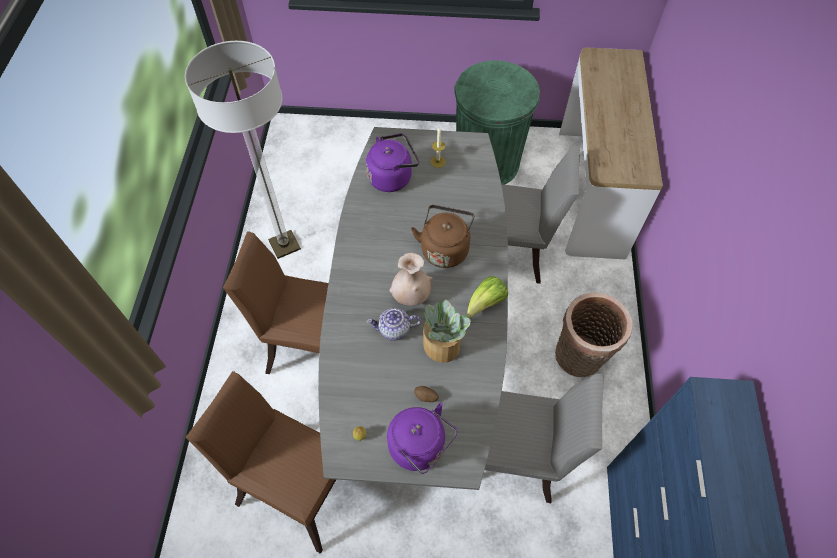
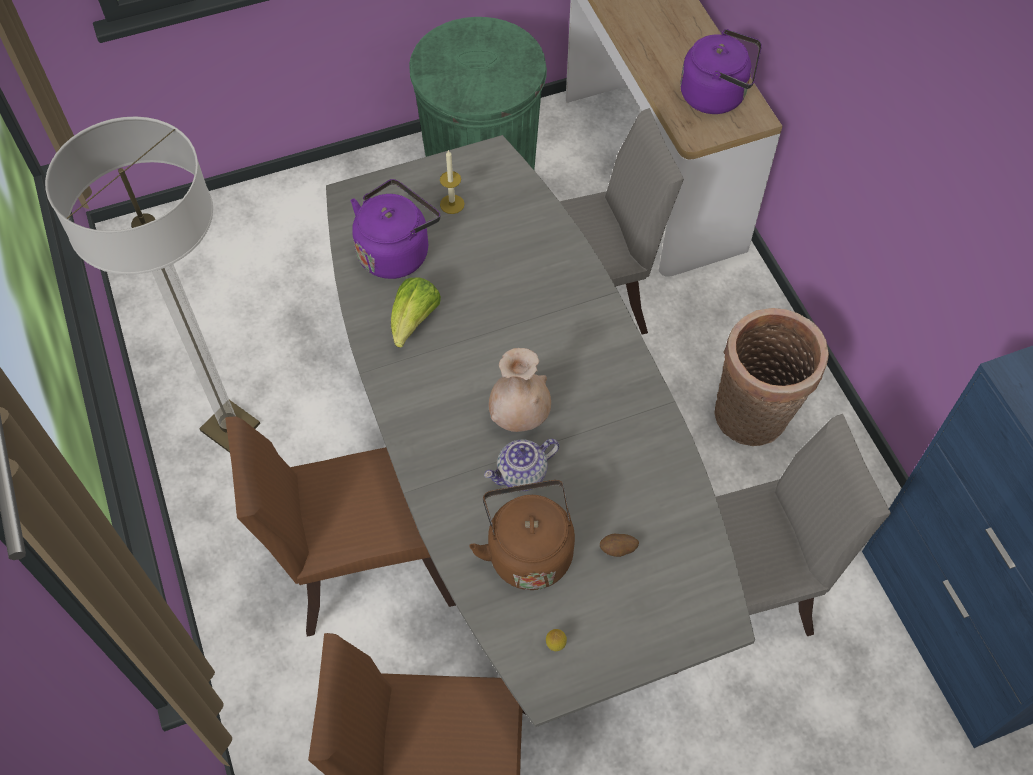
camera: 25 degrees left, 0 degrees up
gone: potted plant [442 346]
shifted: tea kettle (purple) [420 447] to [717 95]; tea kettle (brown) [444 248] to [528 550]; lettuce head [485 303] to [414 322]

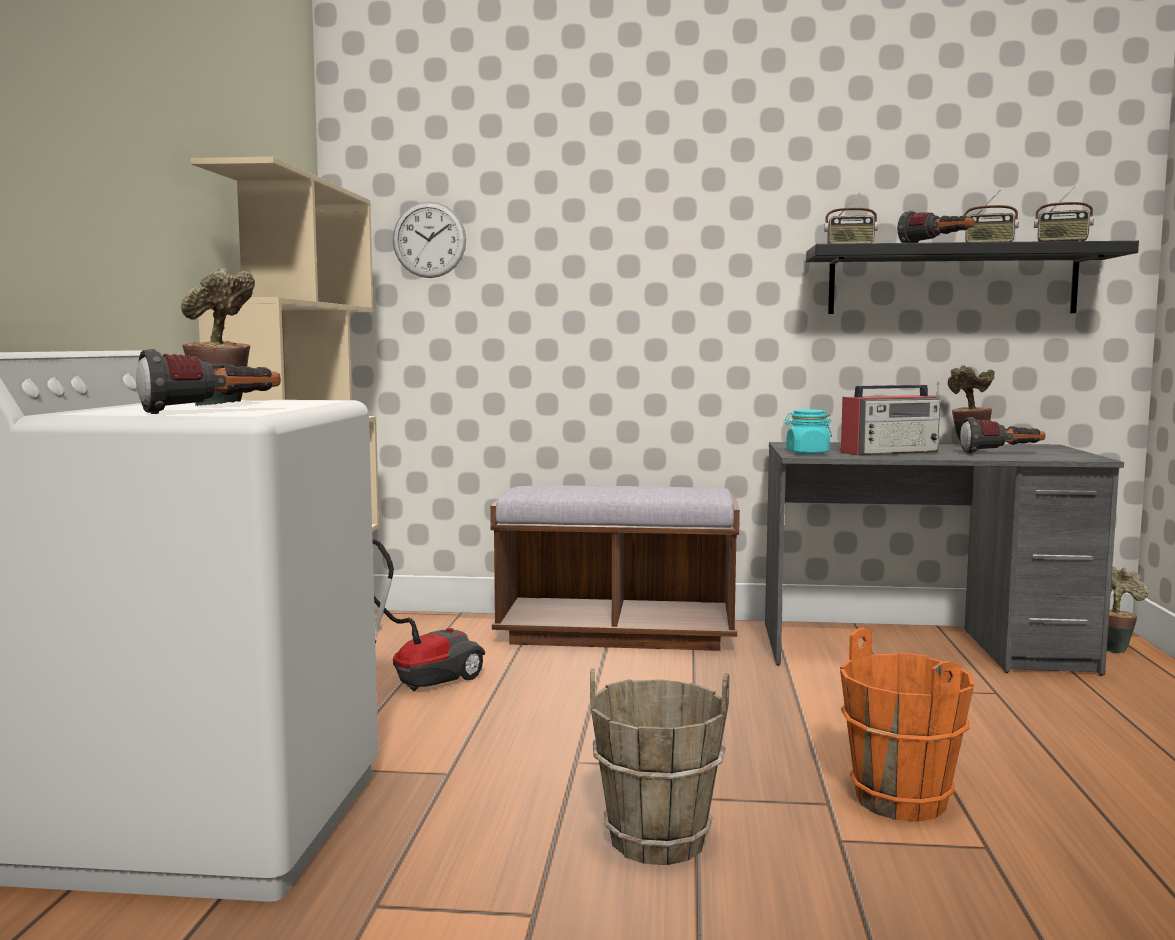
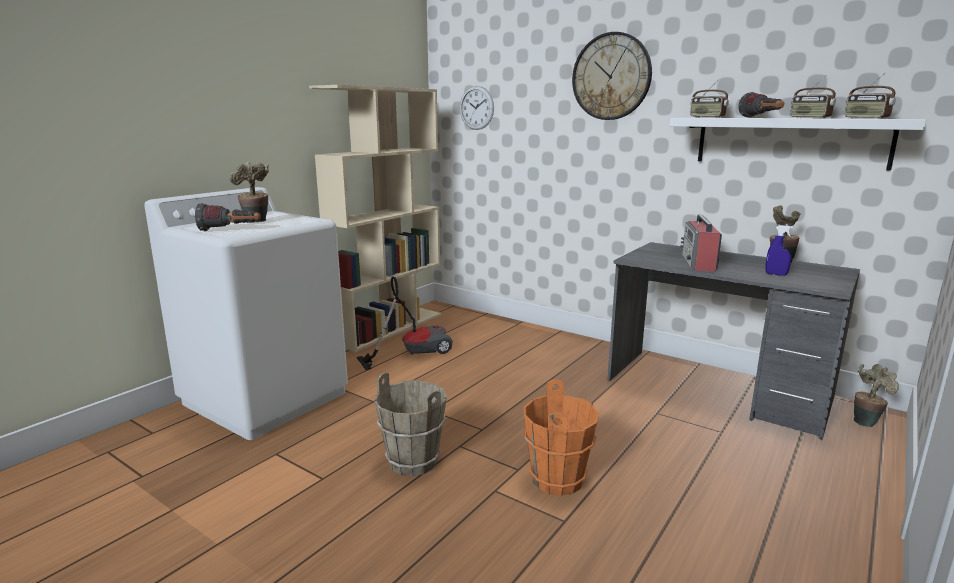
camera: 30 degrees right, 10 degrees up
gone: indoor bench (brown) [617 633]; storage jar (turquoise-coloured) [807 453]
new: hanging clock [611 77]
swapped: torch [1002 453] to hand sprayer (bluish) [776 274]
repainted: wall shelf (black) [951 281] to wall shelf (whitish) [790 142]
rotated: radio receiver [891 452] = [698 263] 90 degrees clockwise

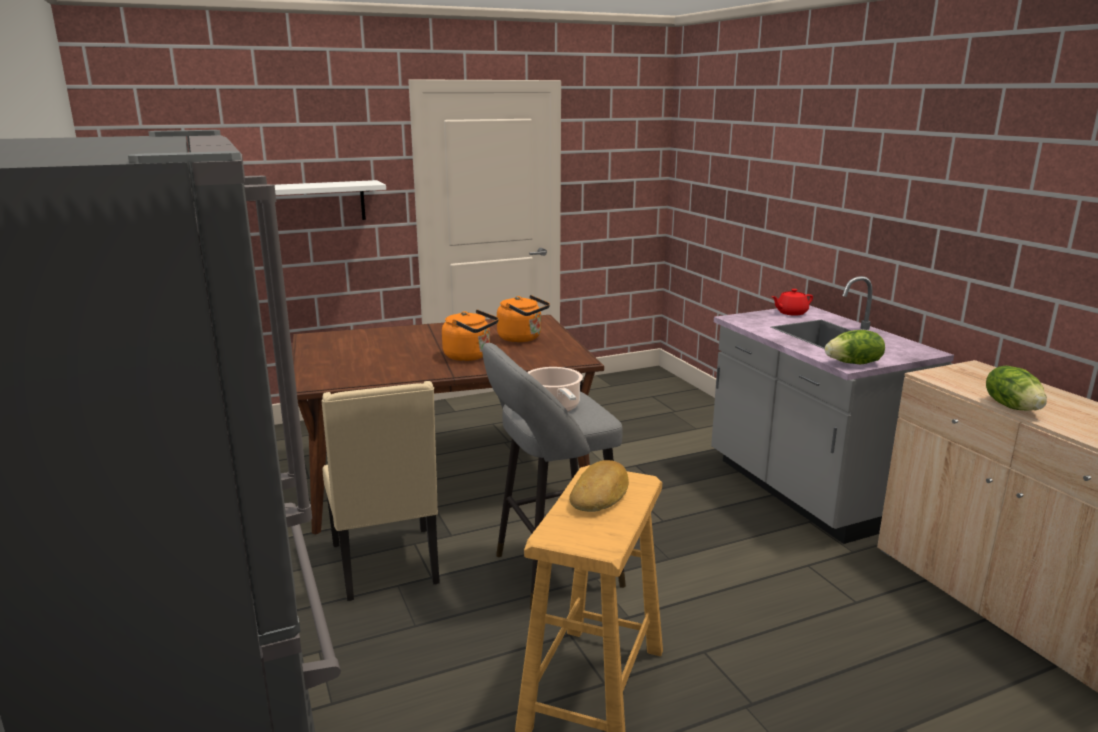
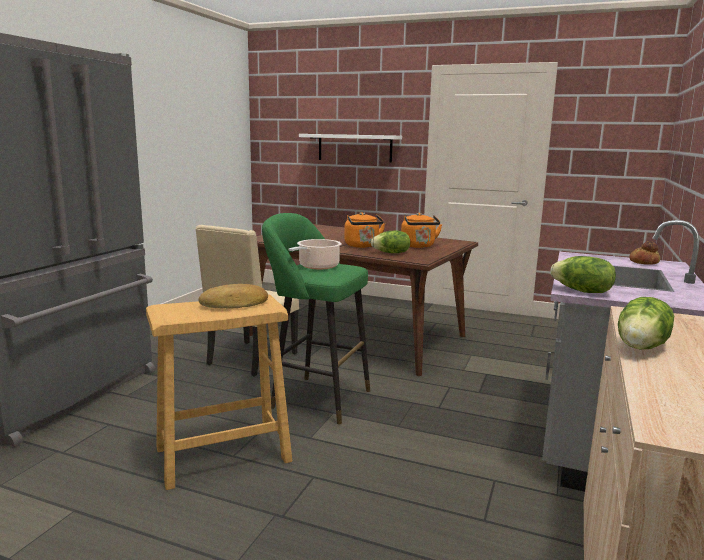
camera: 45 degrees right, 5 degrees down
new: lettuce head [391 253]
swapped: teapot (red-coloured) [791 313] to bakery bread [643 262]
repainted: stool (grey) [551 572] to stool (greenish) [316 398]

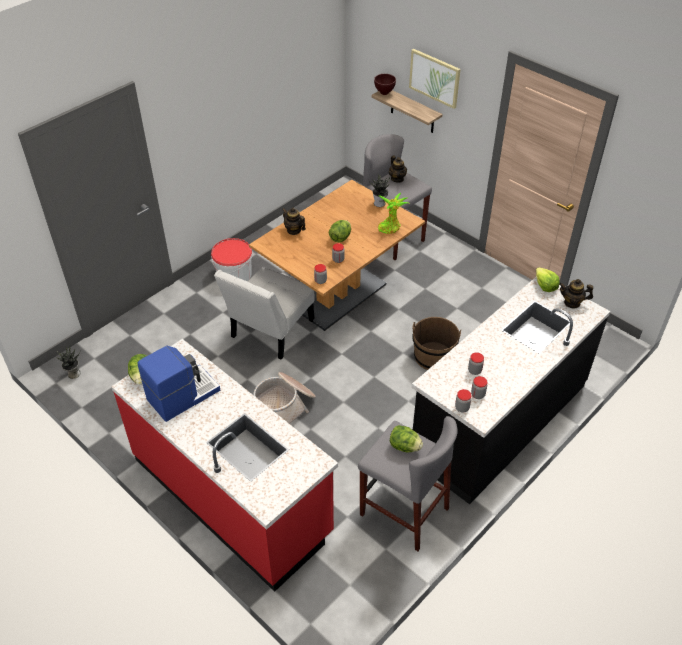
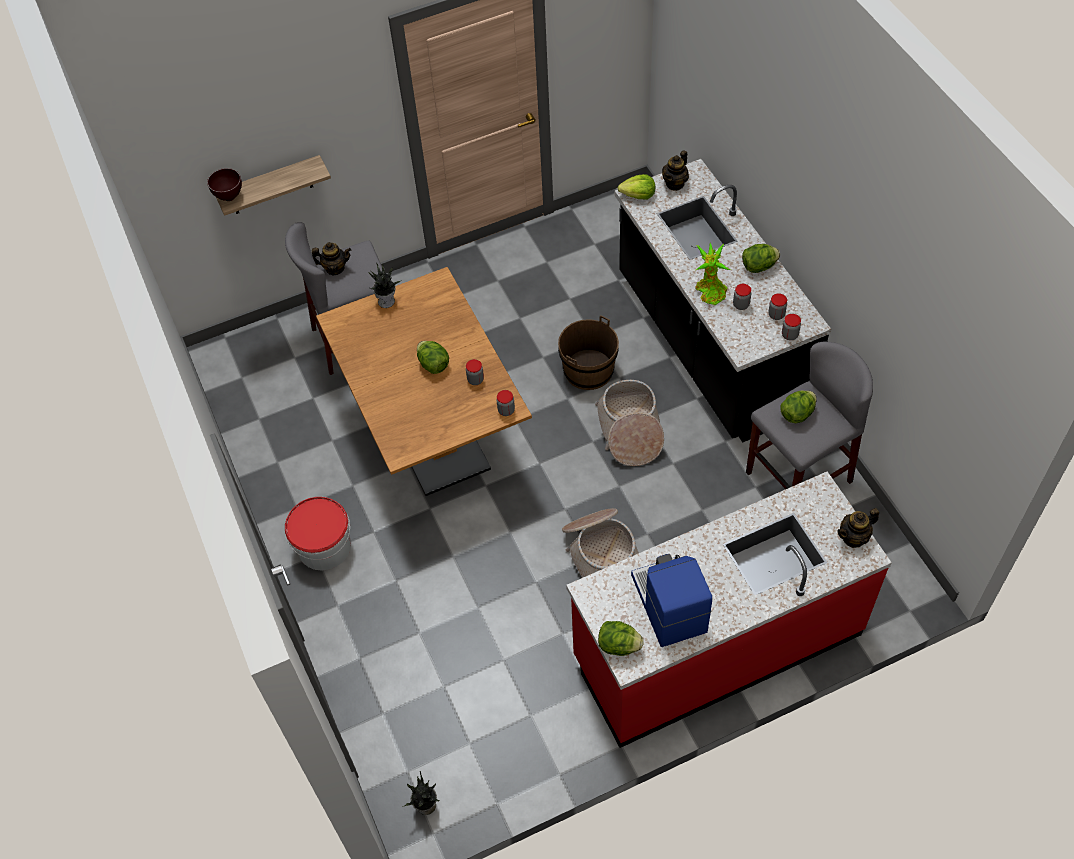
camera: 65 degrees left, 10 degrees up
gone: upright chair (whitish) [270 332]; picture [435 78]
new: basket [630 431]; lettuce head [758 266]
shifted: teapot [294 230] to [854 537]; potted plant [390 227] to [709 291]

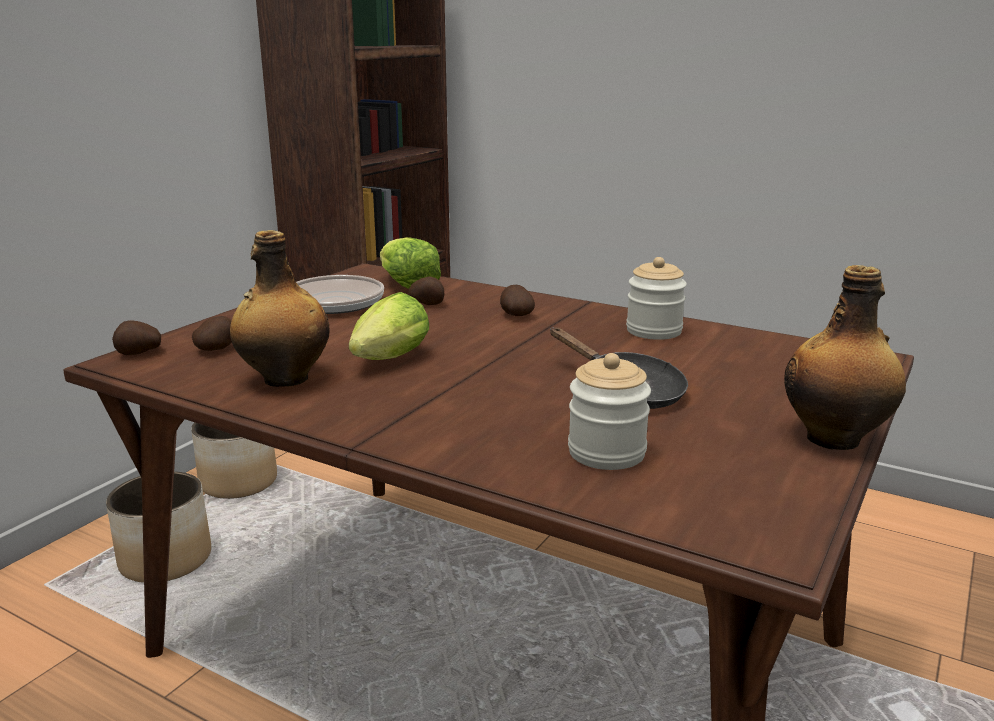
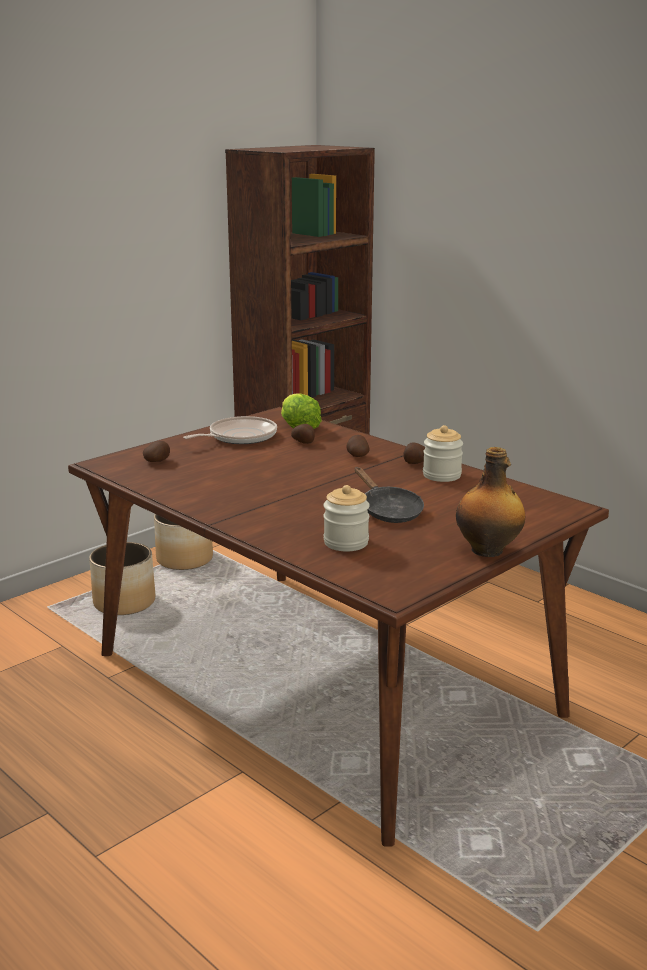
camera: 15 degrees right, 0 degrees up
gone: beverage bottle [284 379]; lettuce head [387 361]
shifted: whole potato [139 353] to [416 463]

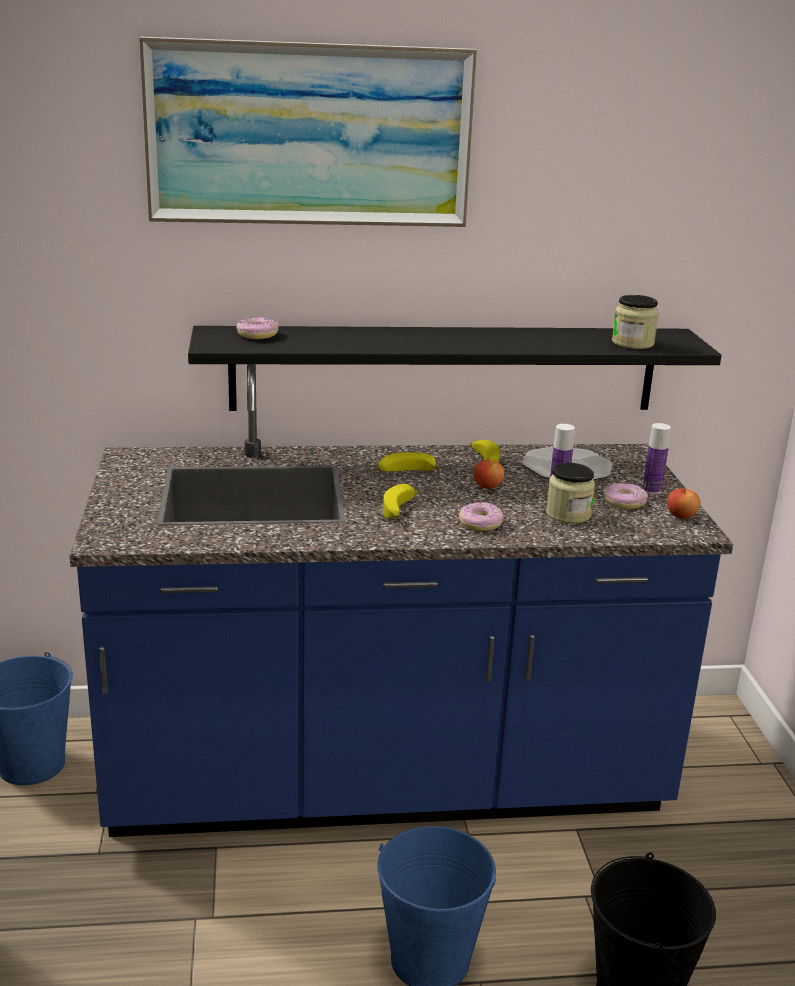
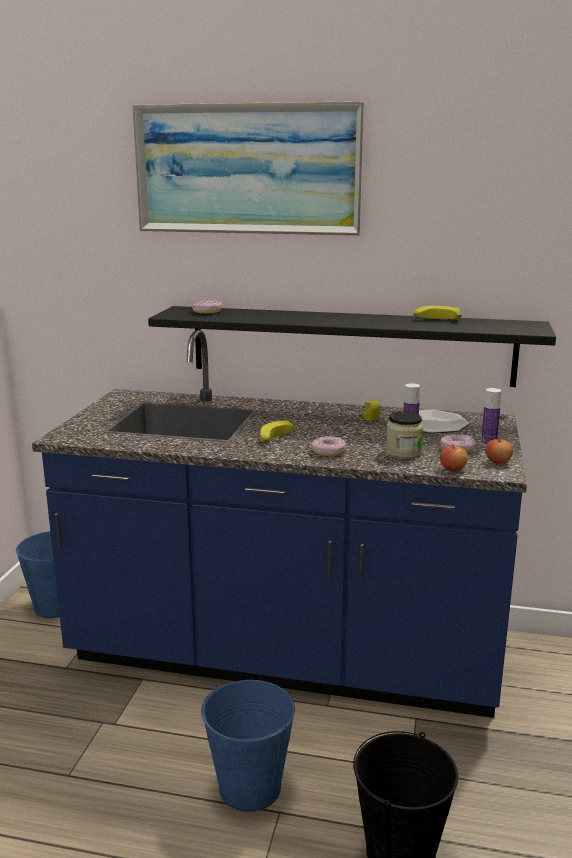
camera: 20 degrees right, 5 degrees down
gone: storage jar [632 343]
shifted: banana [405 472] to [435 320]; apple fruit [487 486] to [452 469]

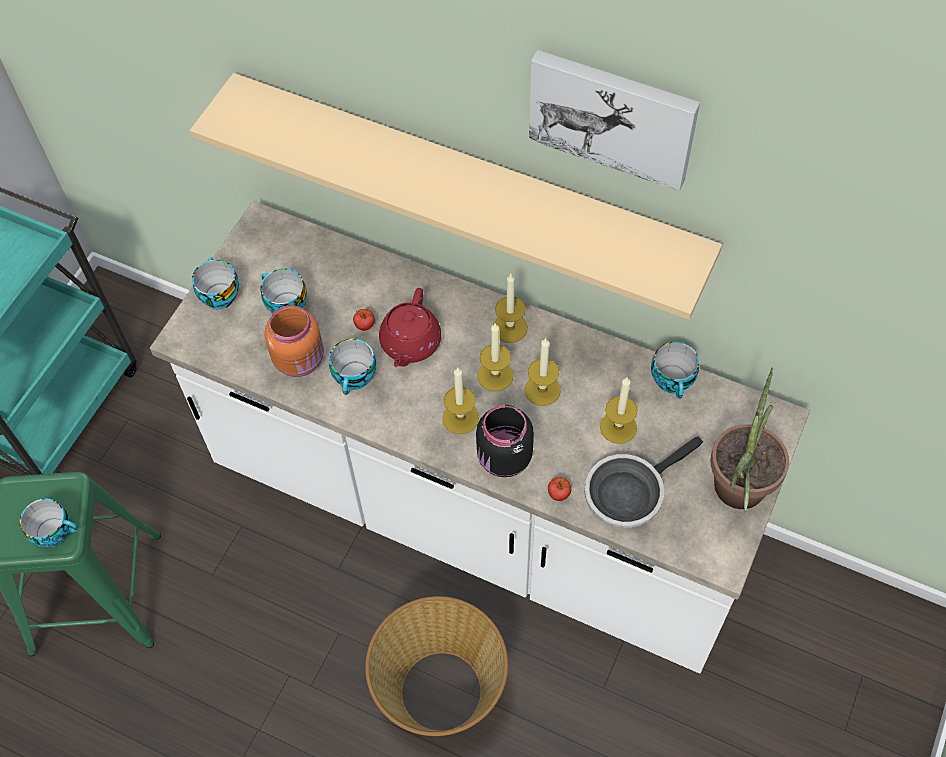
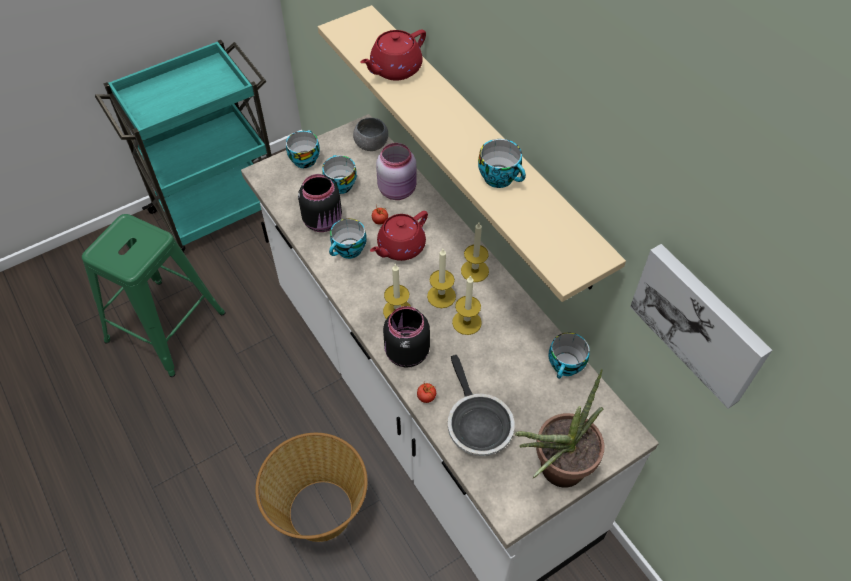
camera: 30 degrees right, 5 degrees down
gone: candle [618 427]
new: deep dish (grey) [371 145]; teapot (red-coloured) [395 69]; storage jar (pink-coloured) [398 190]
shifted: drinking cup [55 531] to [501 177]; picture [613 116] to [700 323]
repainted: storage jar (orange-coloured) [301 359] to storage jar (black) [324 221]
rotated: skillet [628 492] = [477 424] 105 degrees counterclockwise

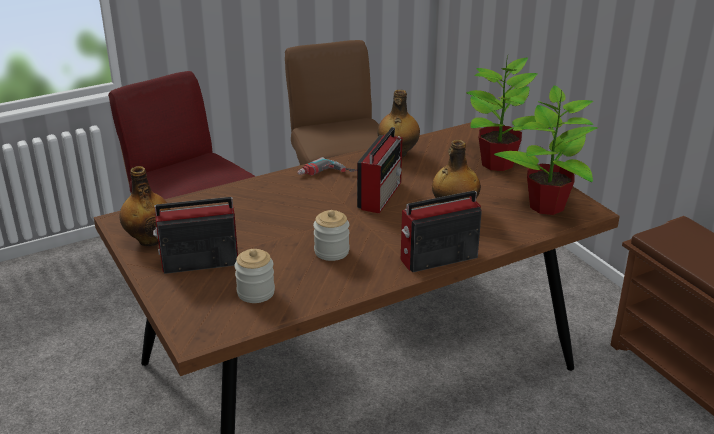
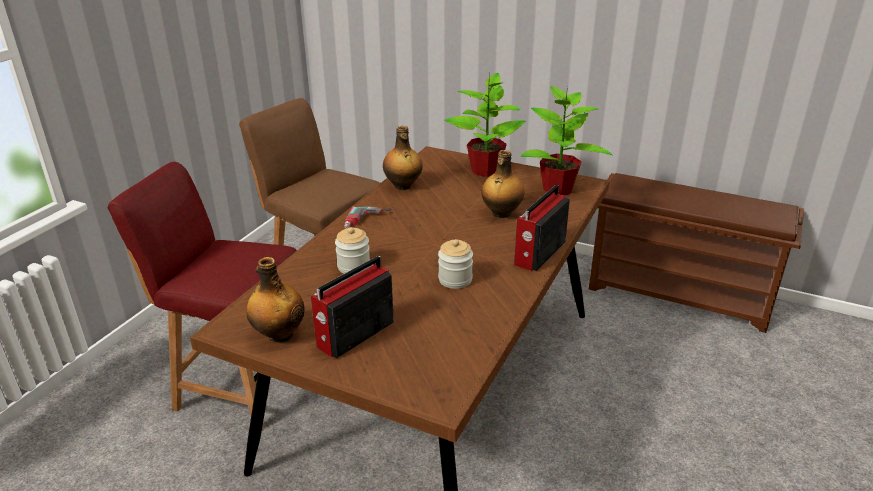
camera: 35 degrees left, 0 degrees up
gone: radio receiver [381 194]
shifted: storage jar [256 292] to [354 266]

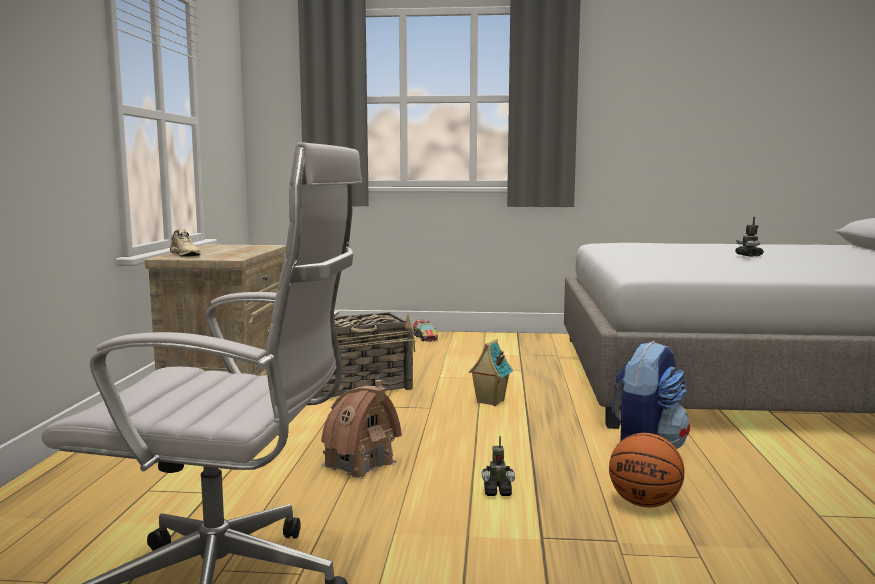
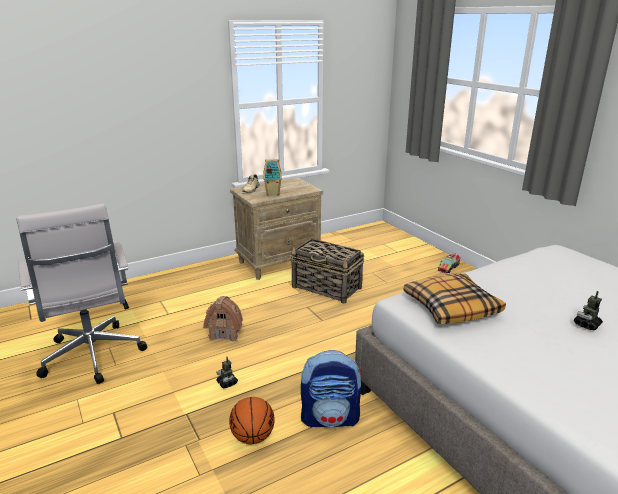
camera: 55 degrees right, 15 degrees up
new: throw pillow [451 307]
shifted: miniature house [489 402] to [272 194]

